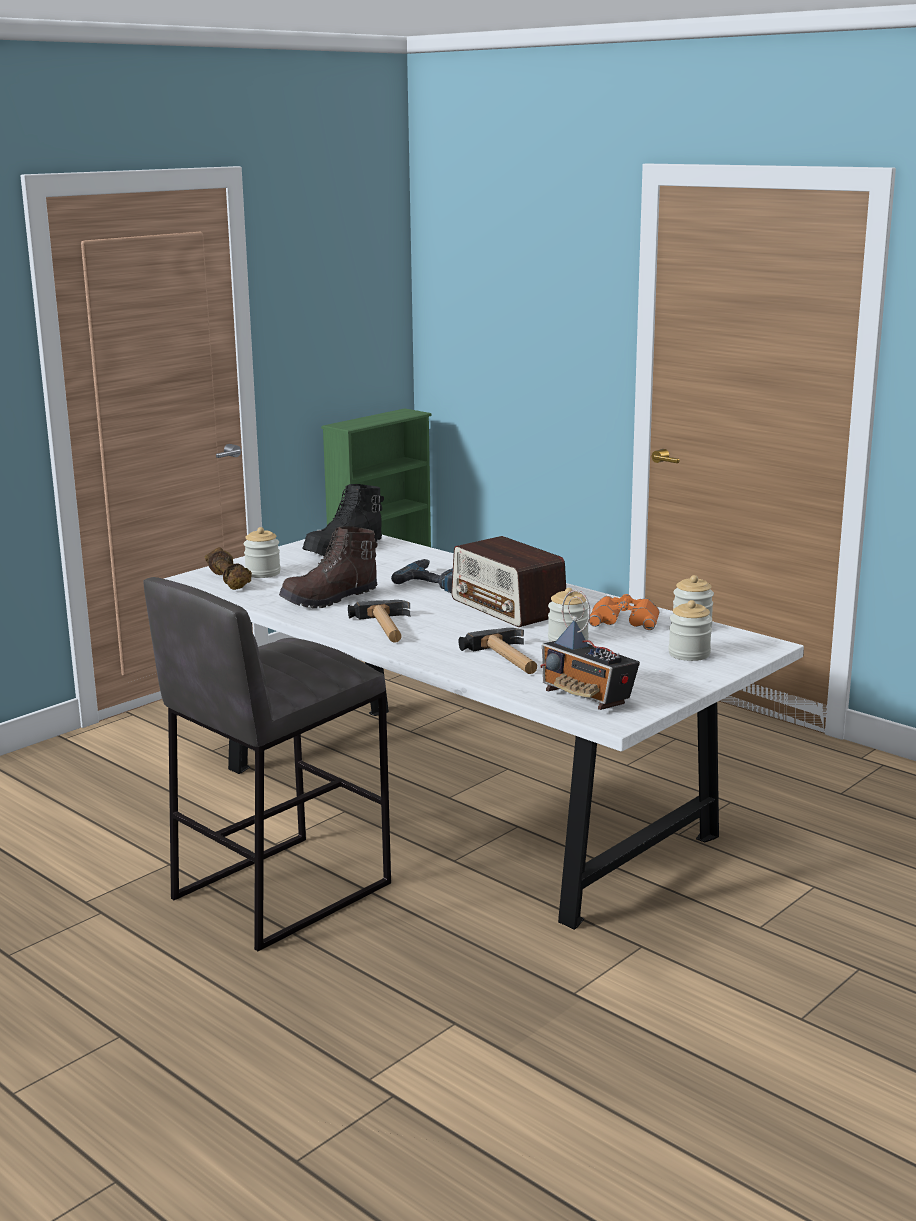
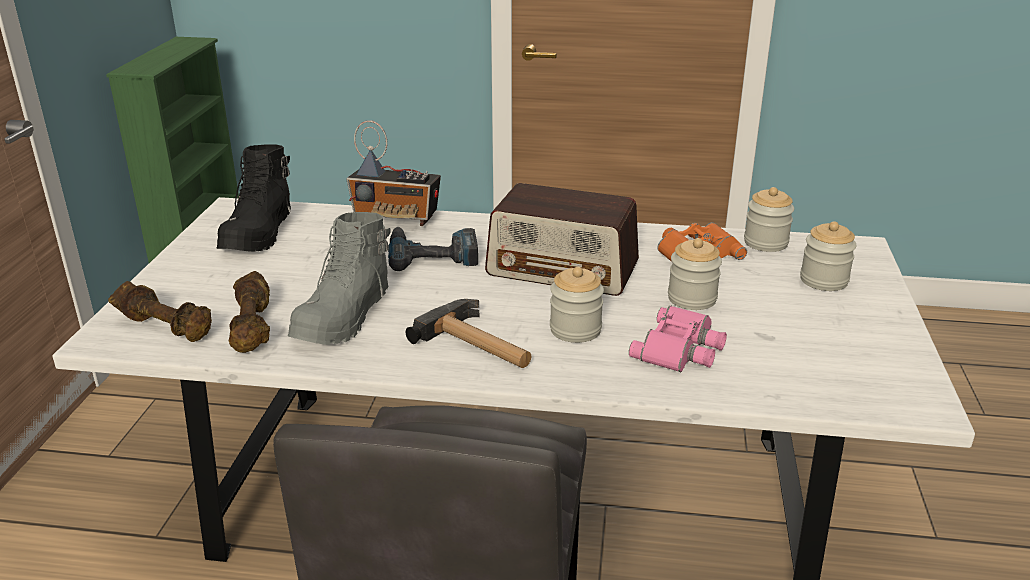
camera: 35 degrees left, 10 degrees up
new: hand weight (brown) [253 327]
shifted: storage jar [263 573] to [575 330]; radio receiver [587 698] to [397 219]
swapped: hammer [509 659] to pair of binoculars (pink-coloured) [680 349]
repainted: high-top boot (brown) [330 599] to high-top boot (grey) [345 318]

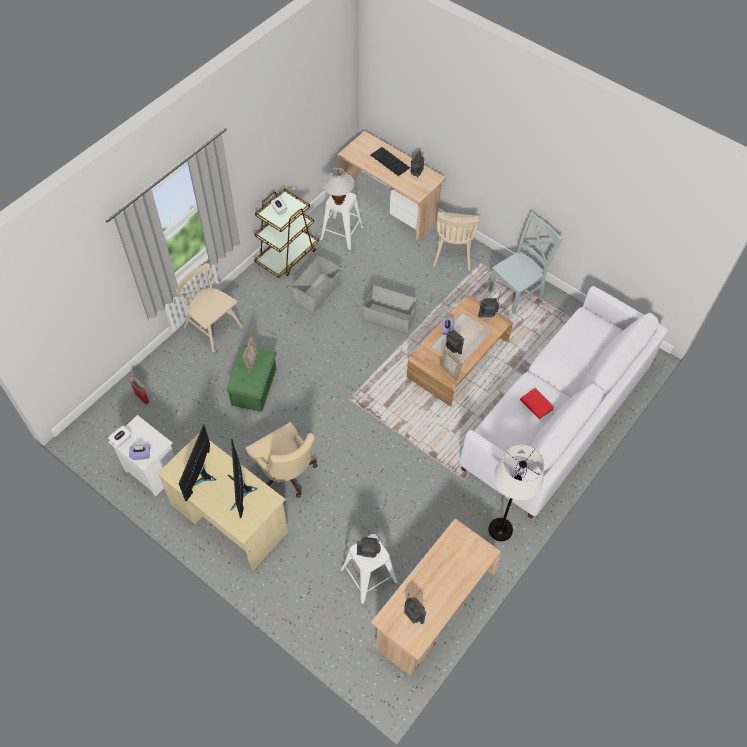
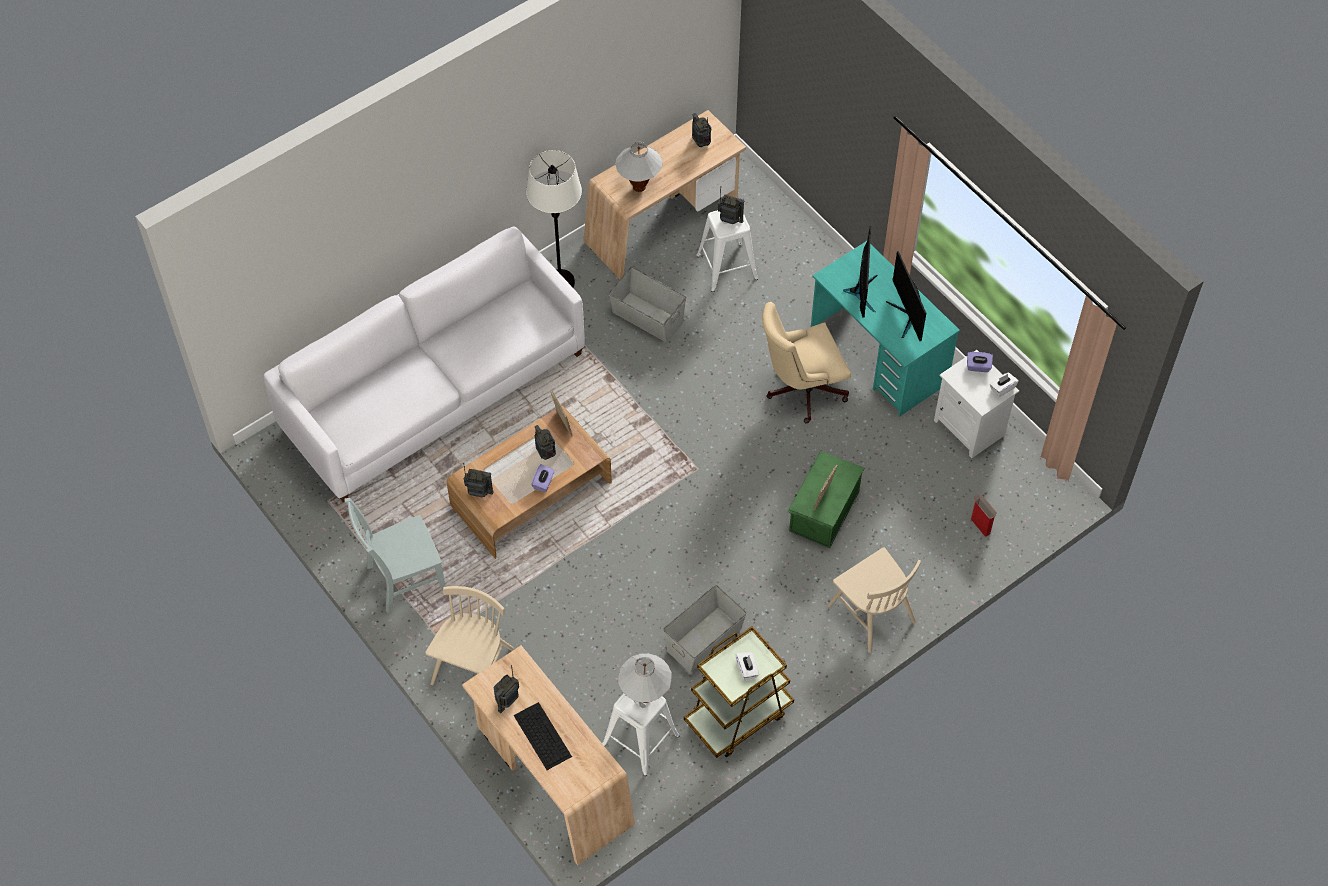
camera: 165 degrees left, 0 degrees up
gone: bound book (red-coloured) [536 404]
new: table lamp (whitish) [639 187]
shifted: storage container (grey) [389 318] to [647 316]
repainted: desk table (beige-coloured) [229 518] to desk table (turquoise-coloured) [878 356]
rotated: computer display [200 476] = [907 316] 135 degrees clockwise; computer chair (beige-coloured) [286 475] = [800 390] 90 degrees counterclockwise

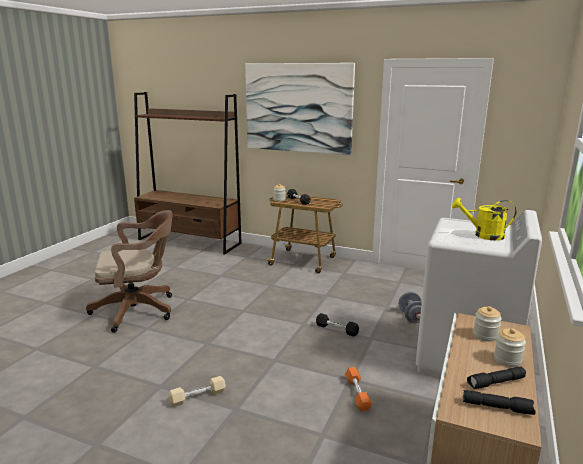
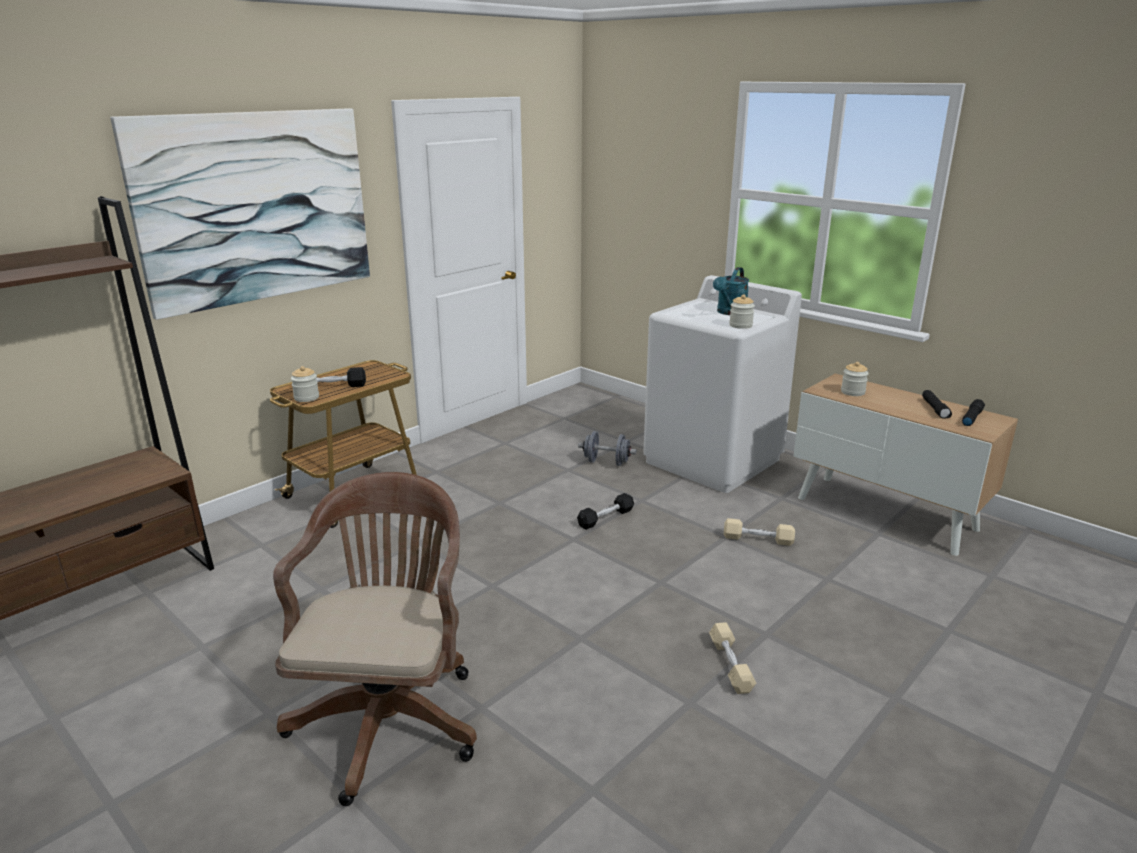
camera: 70 degrees left, 5 degrees up
shifted: storage jar [507 360] to [740 325]
repainted: hand weight (orange-coloured) [357 394] to hand weight (beige-coloured) [758 539]; watering can (yellowish) [483 235] to watering can (turquoise-coloured) [729 313]

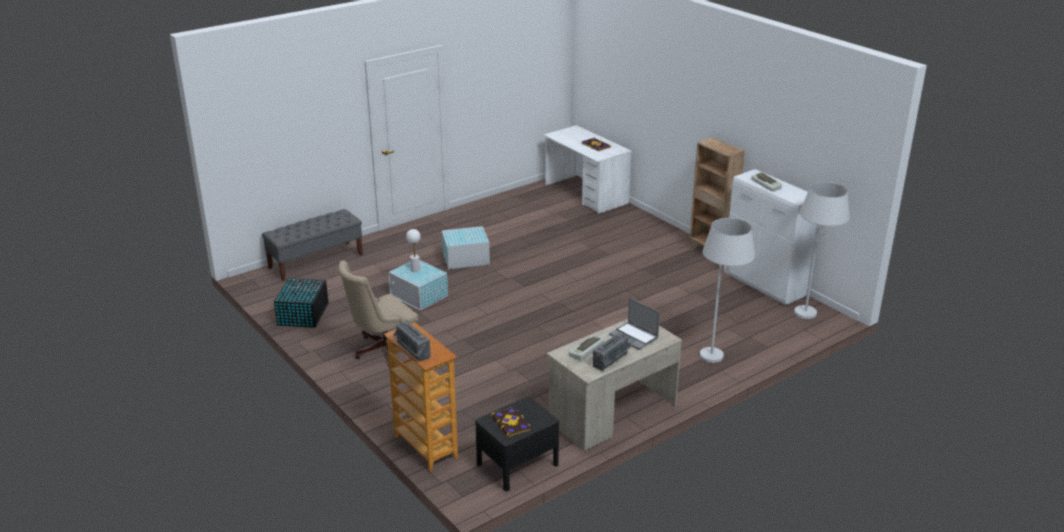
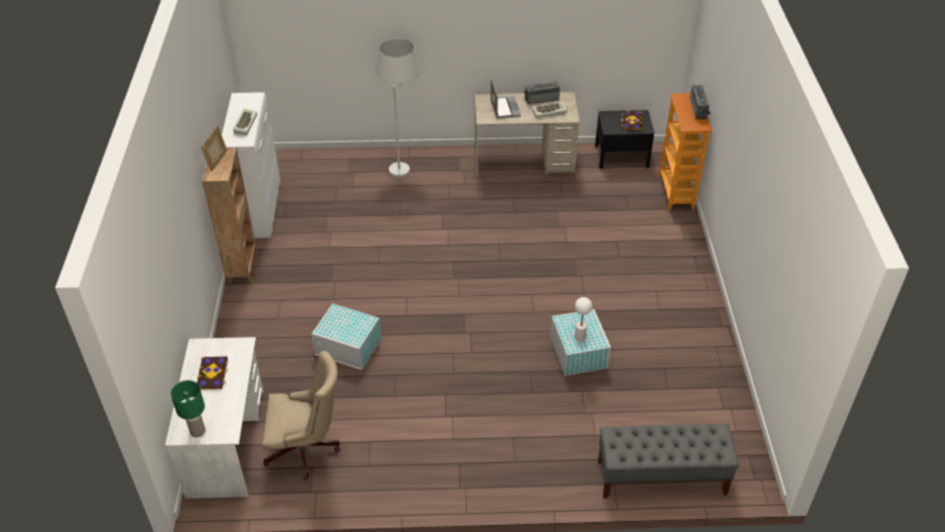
camera: 145 degrees left, 15 degrees up
gone: storage container (black) [303 314]; floor lamp (whitish) [808 319]
new: table lamp (greenish) [198 431]; picture frame [217 161]
shifted: computer chair (beige-coloured) [382 350] to [306 449]; storage container (whitish) [465 258] to [349 347]

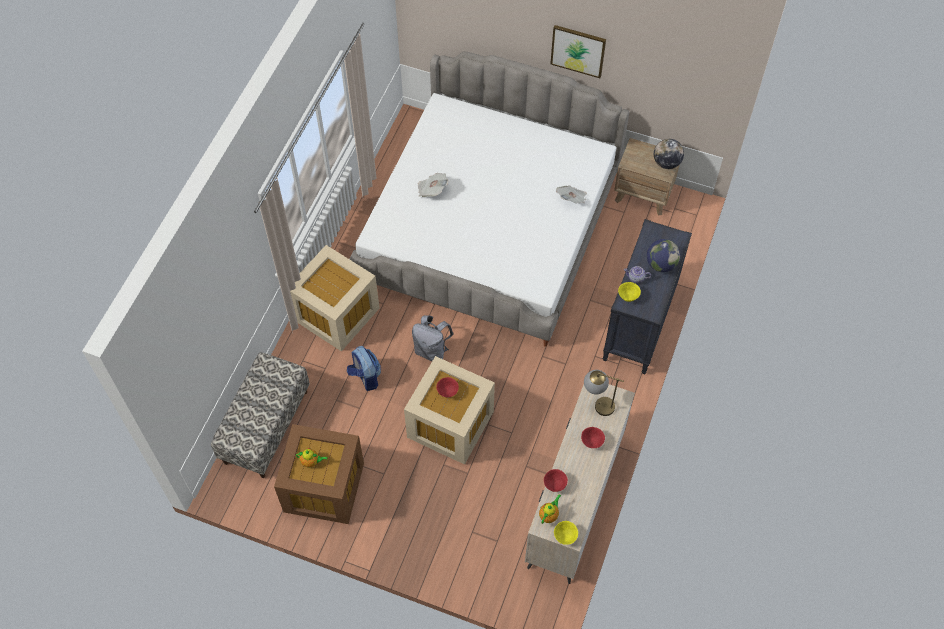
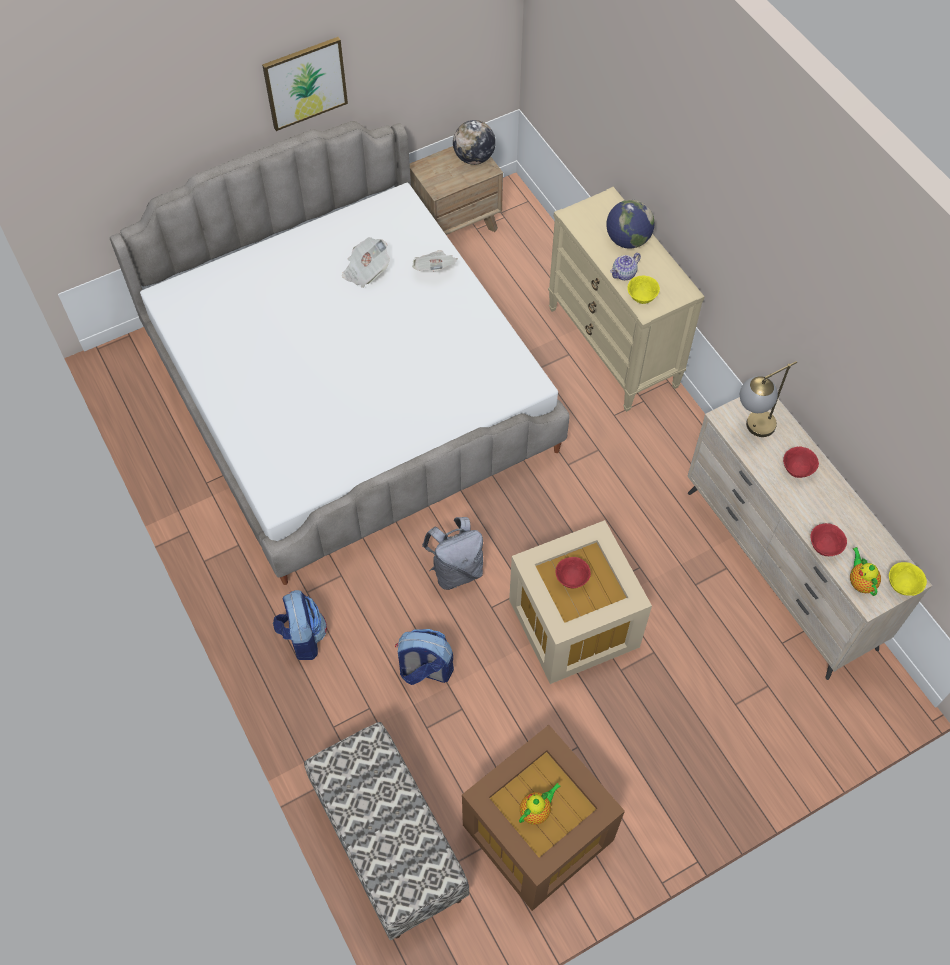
camera: 50 degrees left, 0 degrees up
shifted: daily paper [432 190] to [366 271]
swapped: storage container (beige-coloured) [336 312] to rucksack [302 637]
repainted: chest of drawers (black) [639 325] to chest of drawers (beige-coloured) [613 347]

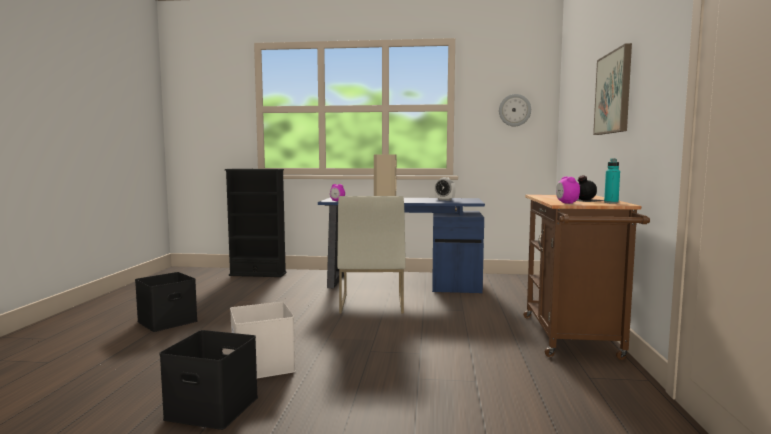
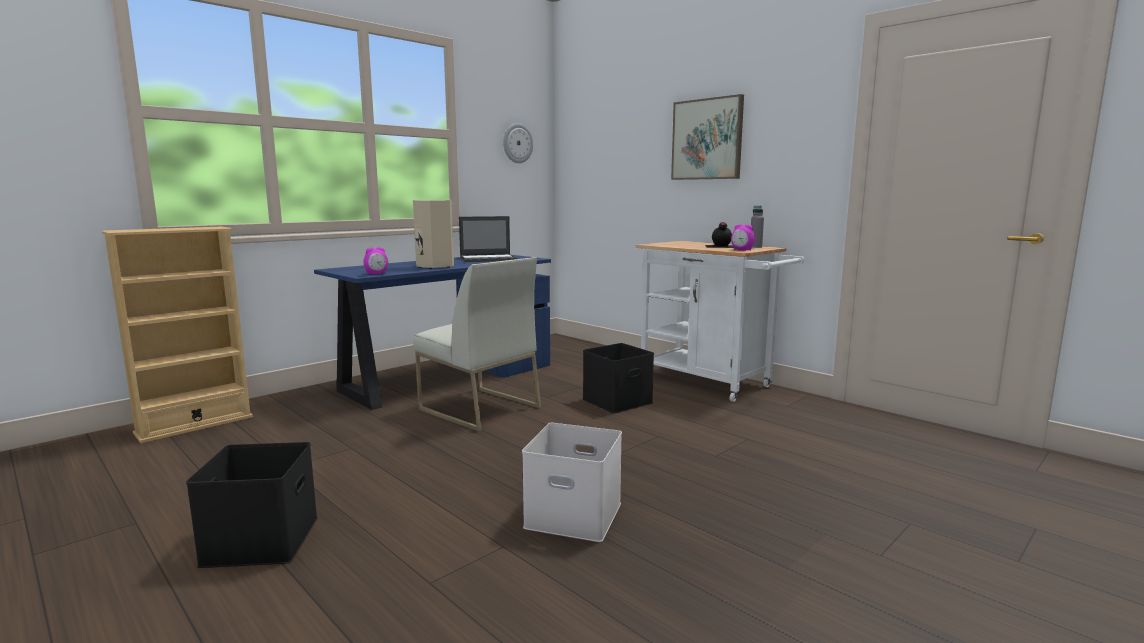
camera: 50 degrees left, 5 degrees up
shifted: storage container (black) [214 407] to [617 400]
swapped: alarm clock [444 200] to laptop [489 259]
repainted: bookcase (black) [258 274] to bookcase (beige-coloured) [195 425]; wheeled cart (brown) [572 339] to wheeled cart (whitish) [711 383]; beverage bottle (turquoise-coloured) [611 202] to beverage bottle (grey) [755 247]

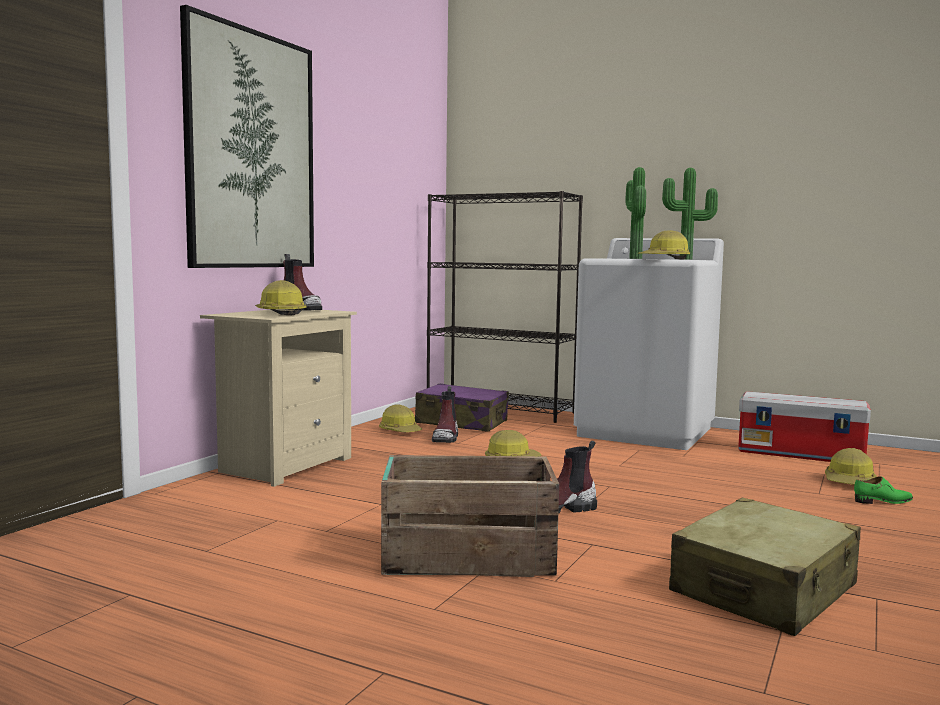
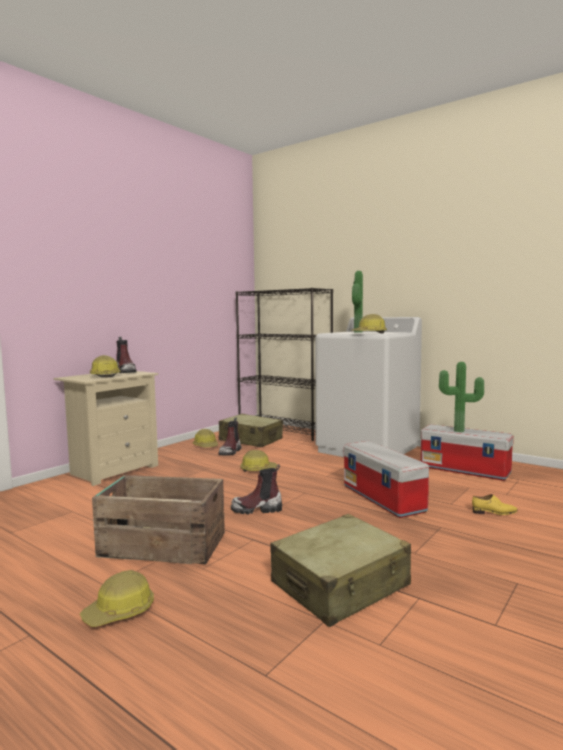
camera: 10 degrees right, 0 degrees up
gone: picture [251 151]
new: storage container [384 499]
shifted: potted plant [687 259] to [459 431]; work helmet [849 482] to [120 612]
repainted: piece of luggage (purple) [461 423] to piece of luggage (beige-coloured) [251 440]; low shoe (greenish) [883 501] to low shoe (yellowish) [494 512]

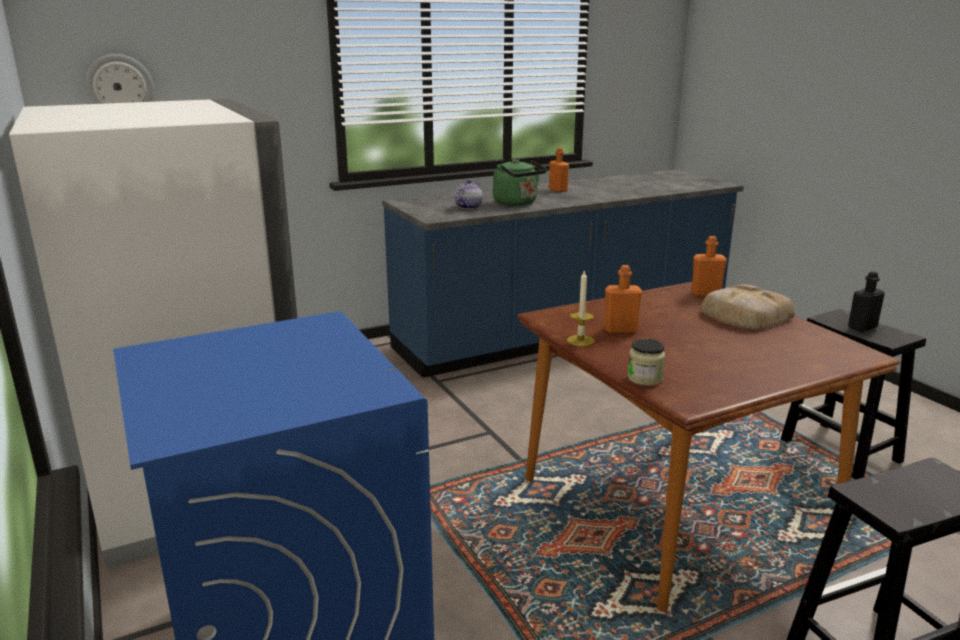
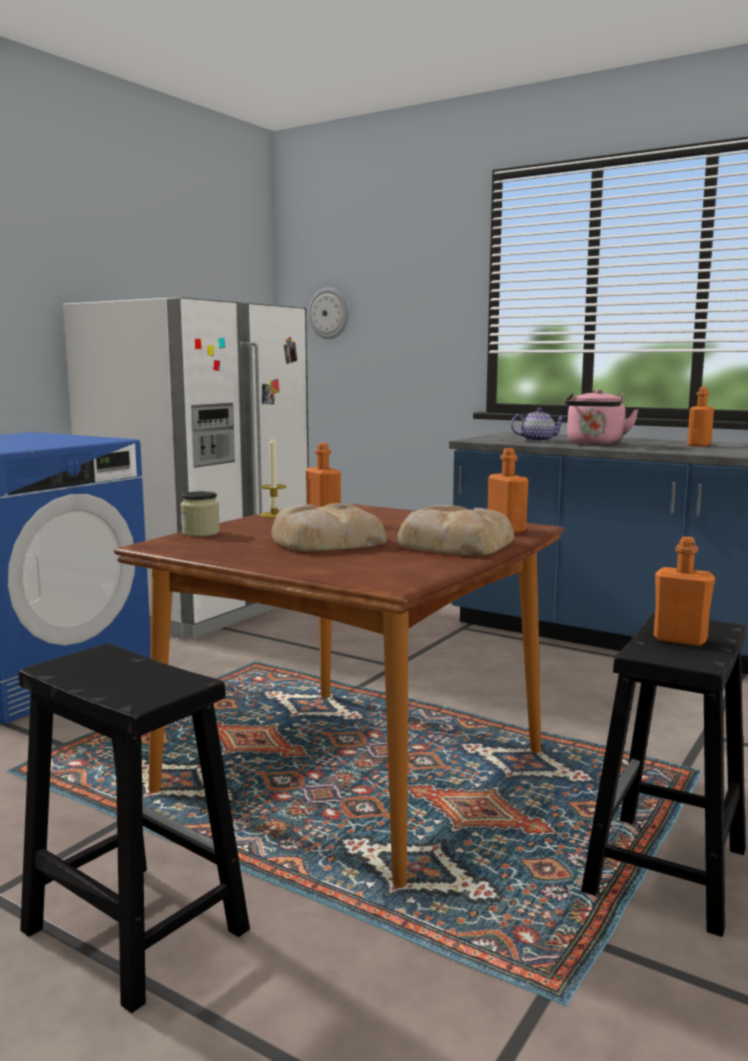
camera: 60 degrees right, 10 degrees down
new: bakery bread [325 541]
repainted: tea kettle (greenish) [517 203] to tea kettle (pink-coloured) [595 444]; beverage bottle (black) [862 327] to beverage bottle (orange-coloured) [680 639]

